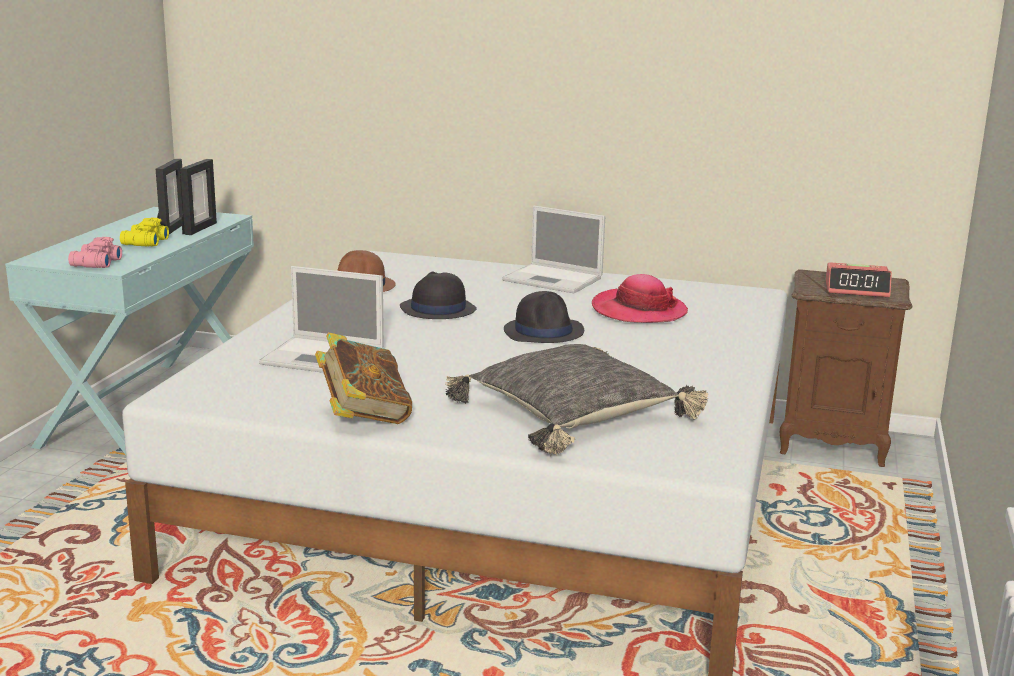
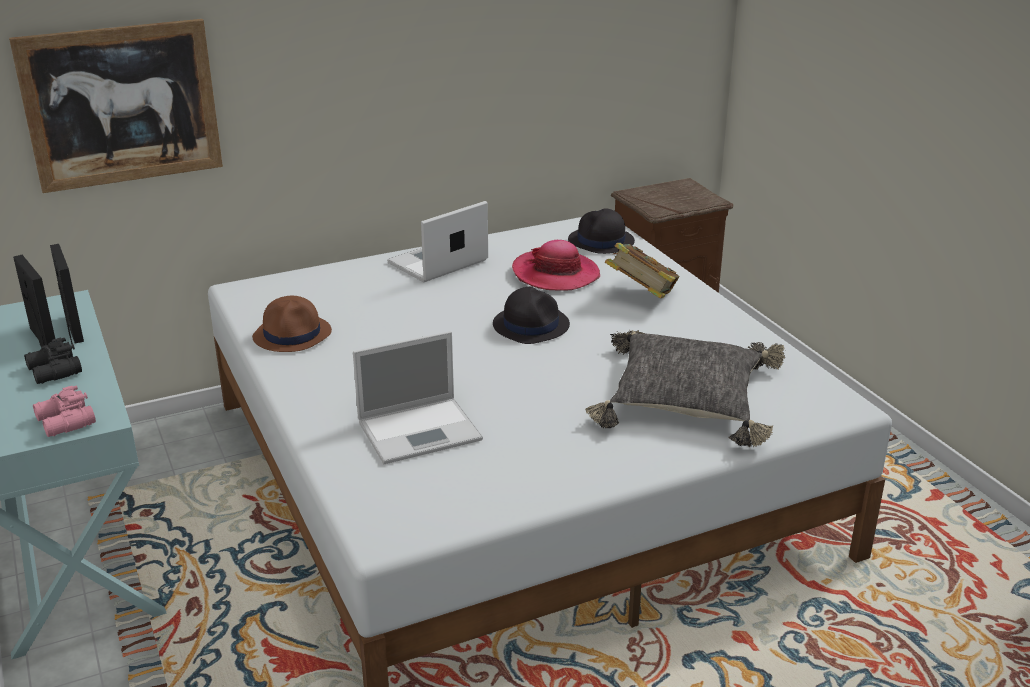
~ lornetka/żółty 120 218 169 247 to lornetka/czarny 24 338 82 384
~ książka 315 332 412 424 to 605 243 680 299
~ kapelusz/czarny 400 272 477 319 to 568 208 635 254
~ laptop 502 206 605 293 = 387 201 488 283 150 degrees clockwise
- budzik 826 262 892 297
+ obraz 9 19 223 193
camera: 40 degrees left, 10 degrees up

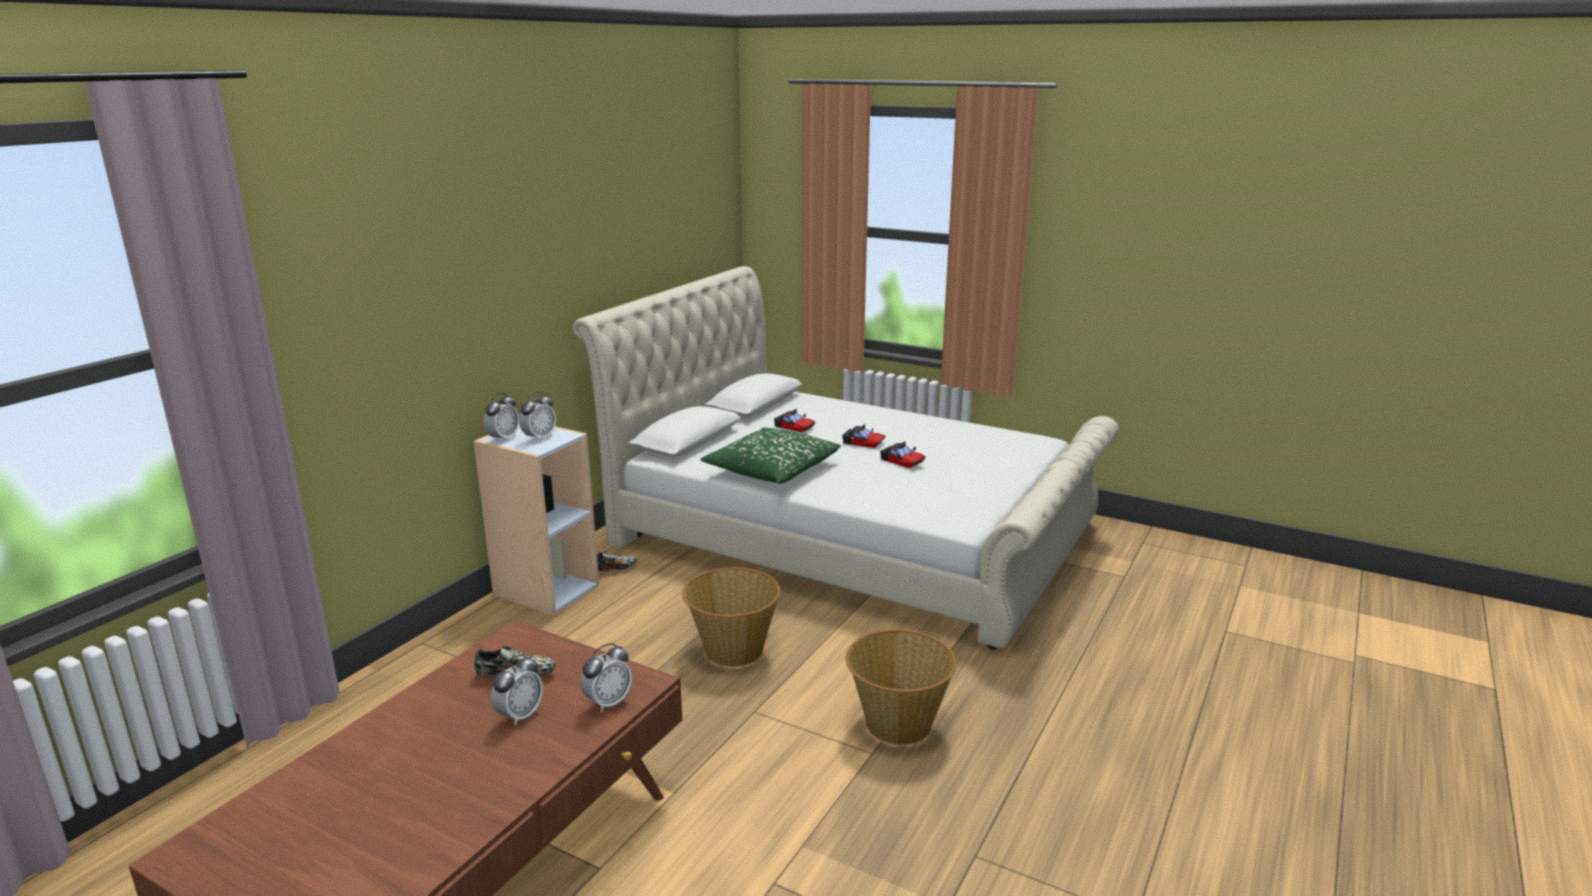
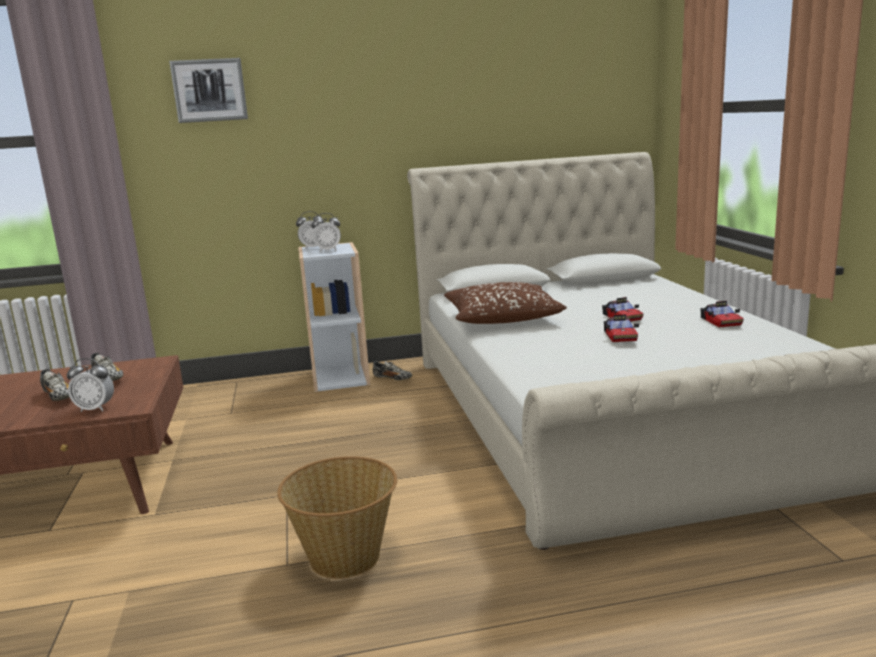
~ budzik 491 654 543 726 to but 40 369 69 401
- koszyk 682 567 780 667
~ poduszka/zielony 701 427 841 484 to poduszka/brązowy 444 282 567 324
~ samochodzik 774 409 815 433 to 700 301 744 327
+ obraz 169 58 248 123
camera: 50 degrees right, 5 degrees down

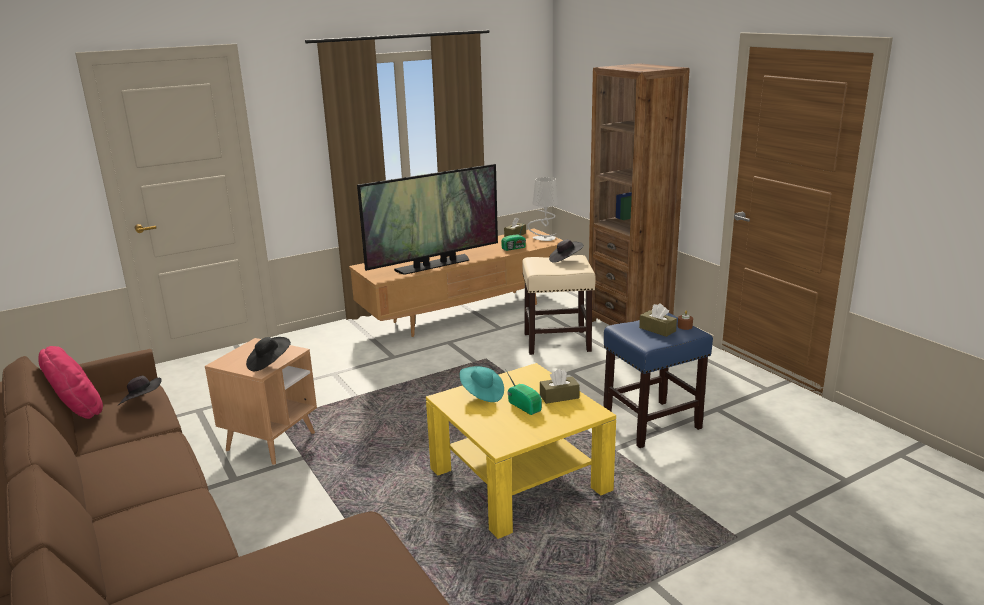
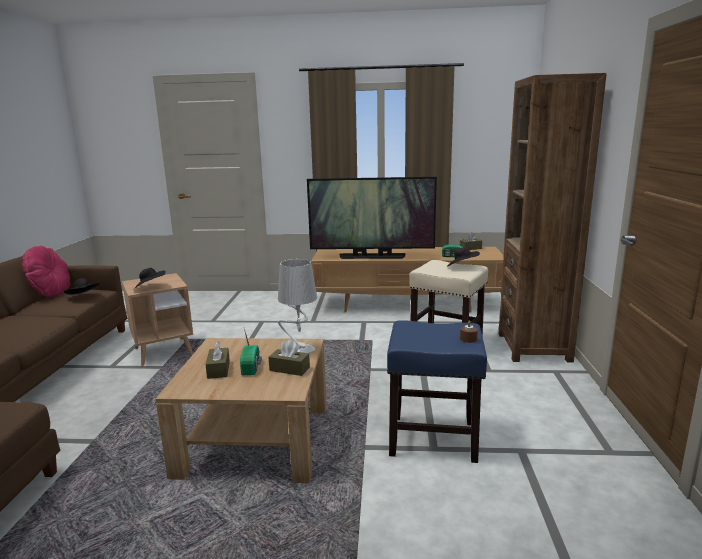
~ ława/żółty 426 363 616 539 to ława/brązowy 155 338 327 483
- kapelusz/turkusowy 460 366 504 402
~ lampa stołowa/szary 528 177 559 241 to 278 259 317 353
~ pudełko chusteczek/brązowy 639 303 677 337 to 205 341 230 379
camera: 35 degrees right, 5 degrees down

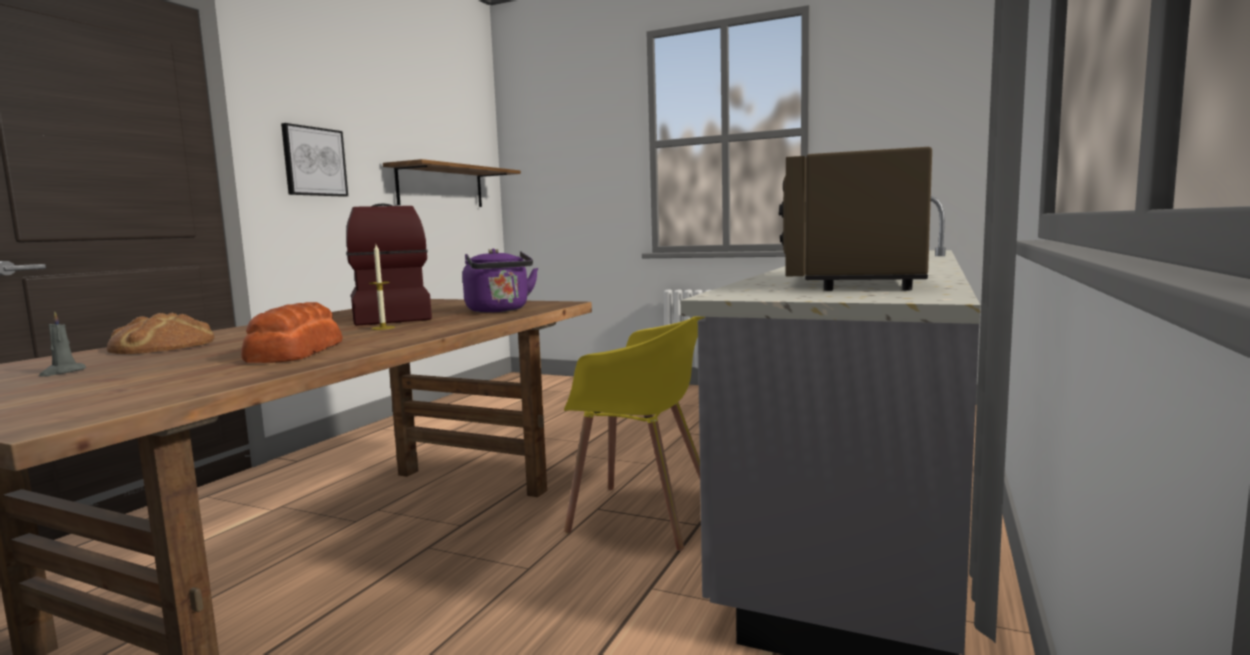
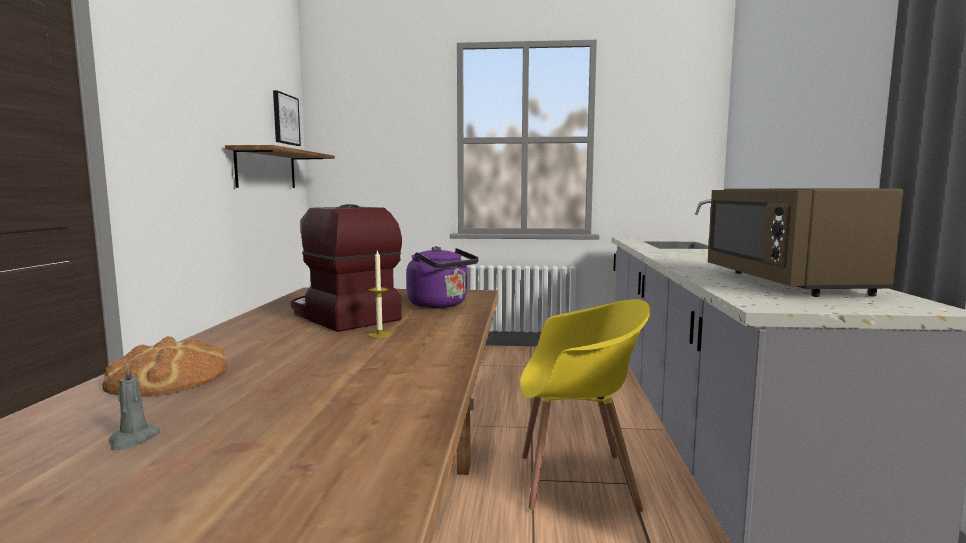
- chleb 241 302 343 363
~ obraz 281 123 348 197 to 273 90 301 146
camera: 20 degrees left, 0 degrees up

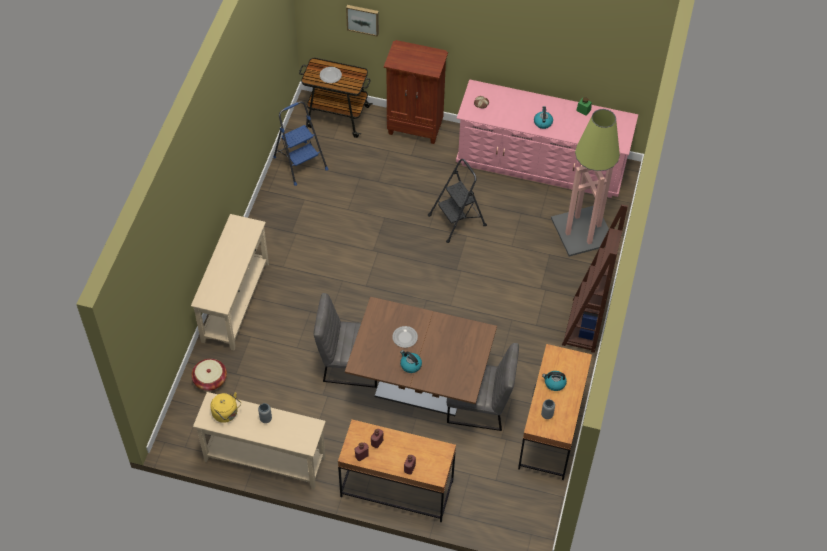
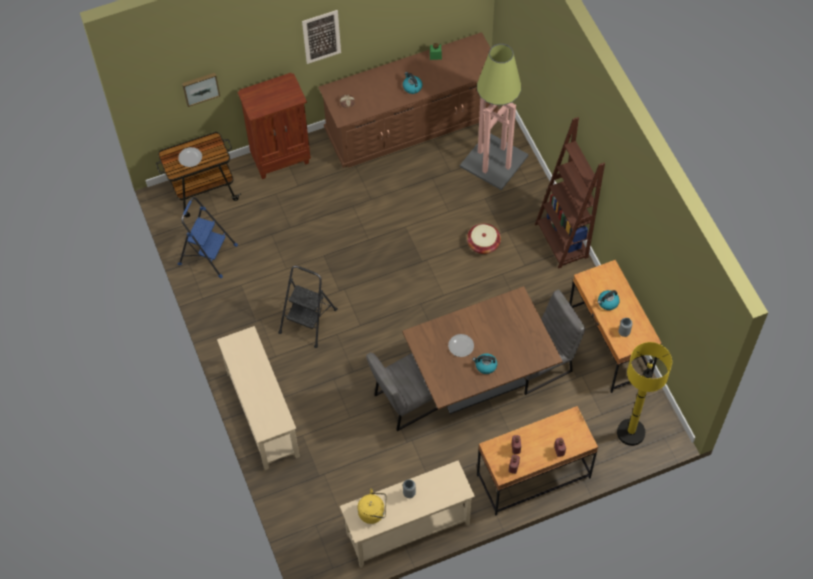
~ koszyk 191 359 227 391 to 467 223 501 254
~ drabinka/czarny 428 159 487 243 to 278 266 338 348
~ komoda/różowy 456 80 638 198 to komoda/brązowy 318 32 499 168
+ obraz 302 10 341 64
+ lampa stojąca/żółty 617 342 672 446
camera: 35 degrees left, 5 degrees up

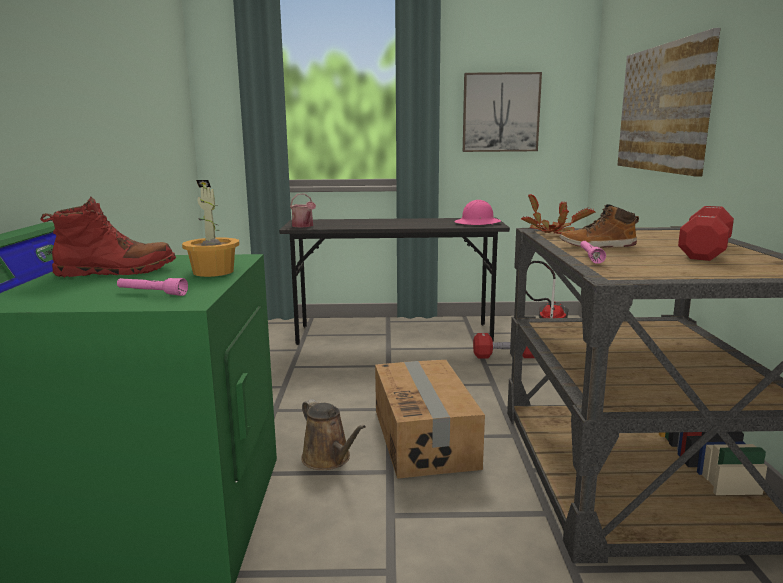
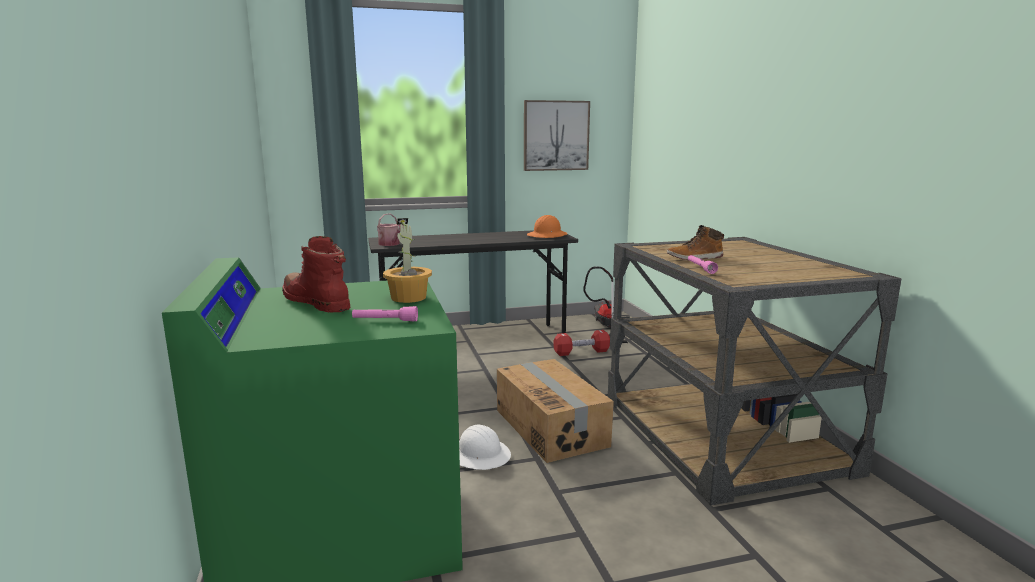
~ but z cholewką/czerwony 40 197 176 278 = 282 236 350 313 105 degrees counterclockwise
~ konewka/brązowy 301 399 366 470 to kask/biały 459 424 511 470
~ kask/różowy 454 200 501 225 to kask/pomarańczowy 527 215 567 238
- roślina doniczkowa 521 193 595 234
- obraz 617 28 720 177
- hantel/czerwony 678 206 734 261
camera: 15 degrees left, 0 degrees up

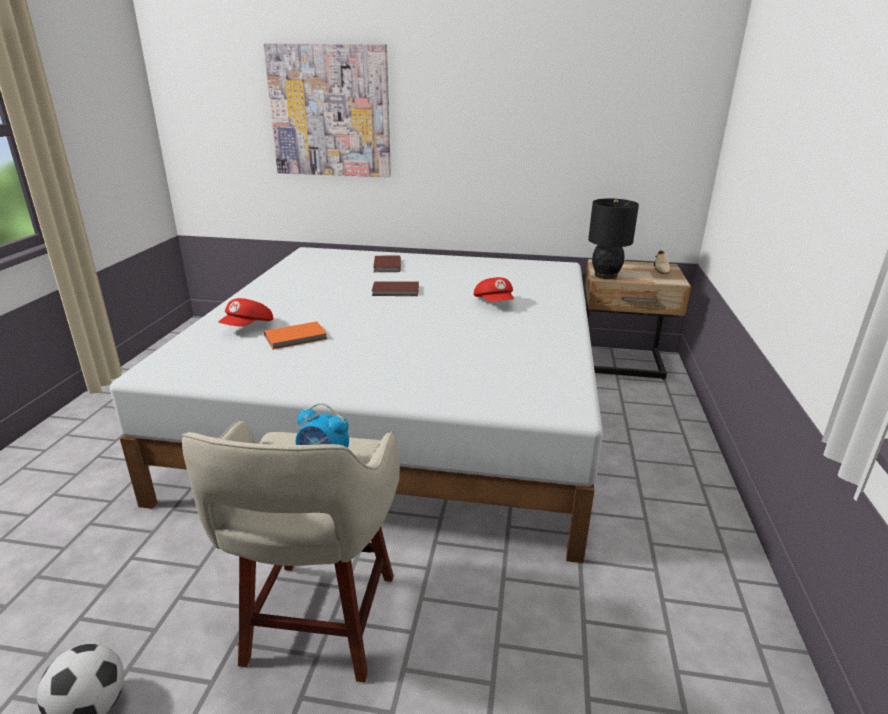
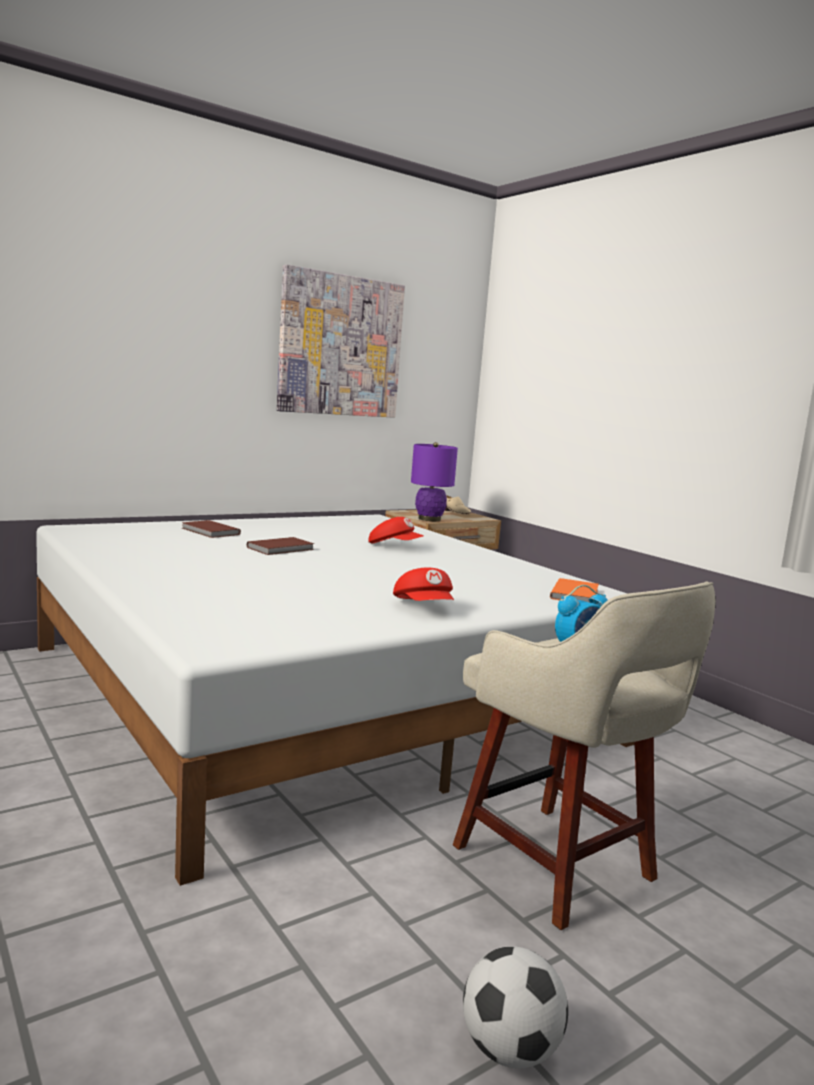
~ czapka z daszkiem/czerwony 218 298 274 327 to 393 567 454 601
~ obraz 263 43 391 177 to 277 265 405 418
~ książka/pomarańczowy 264 321 327 350 to 550 578 599 603
~ lampa stołowa/czarny 588 199 639 279 to lampa stołowa/fioletowy 411 442 458 521
camera: 45 degrees left, 15 degrees down

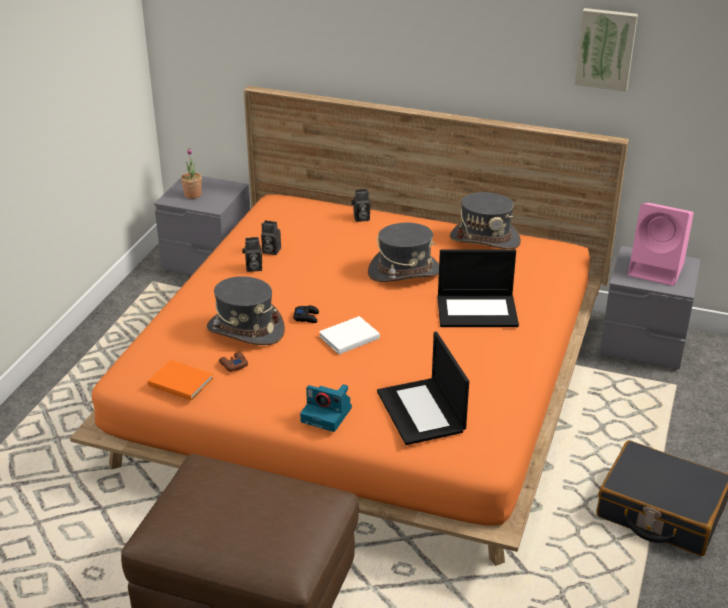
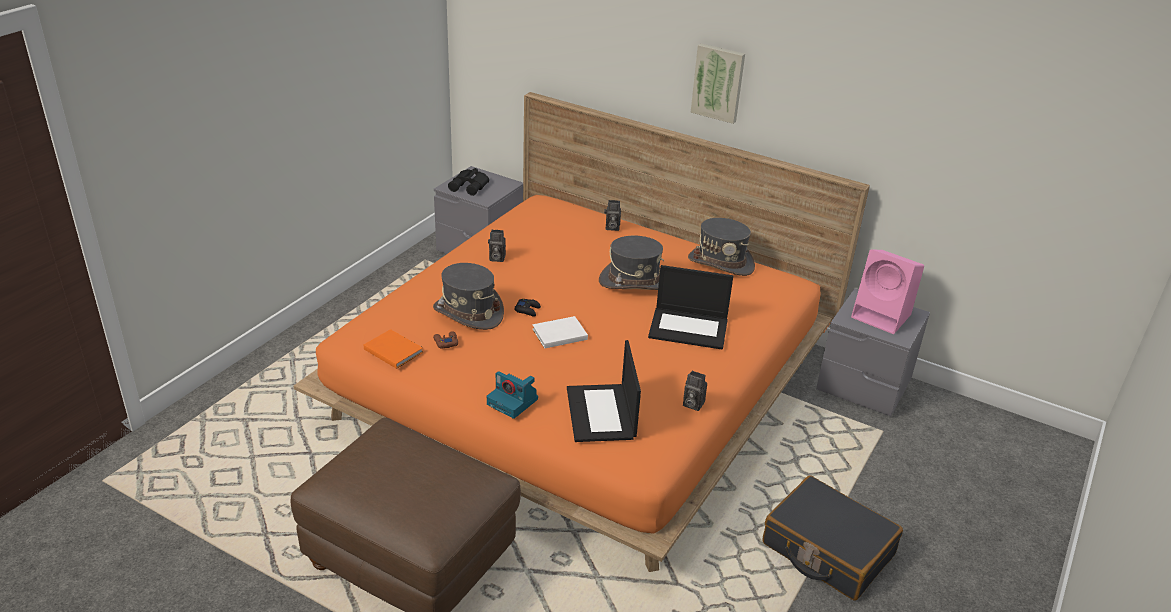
~ roślina doniczkowa 181 148 202 199 to lornetka/czarny 448 168 489 196
~ aparat fotograficzny 261 220 281 255 to 683 370 707 411
~ obraz 575 8 638 91 to 691 44 745 124
camera: 10 degrees right, 0 degrees up

